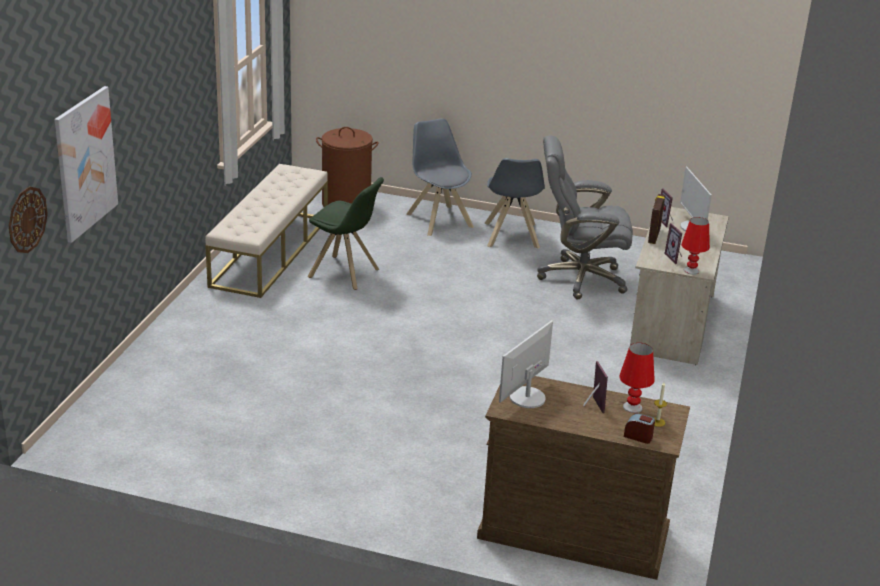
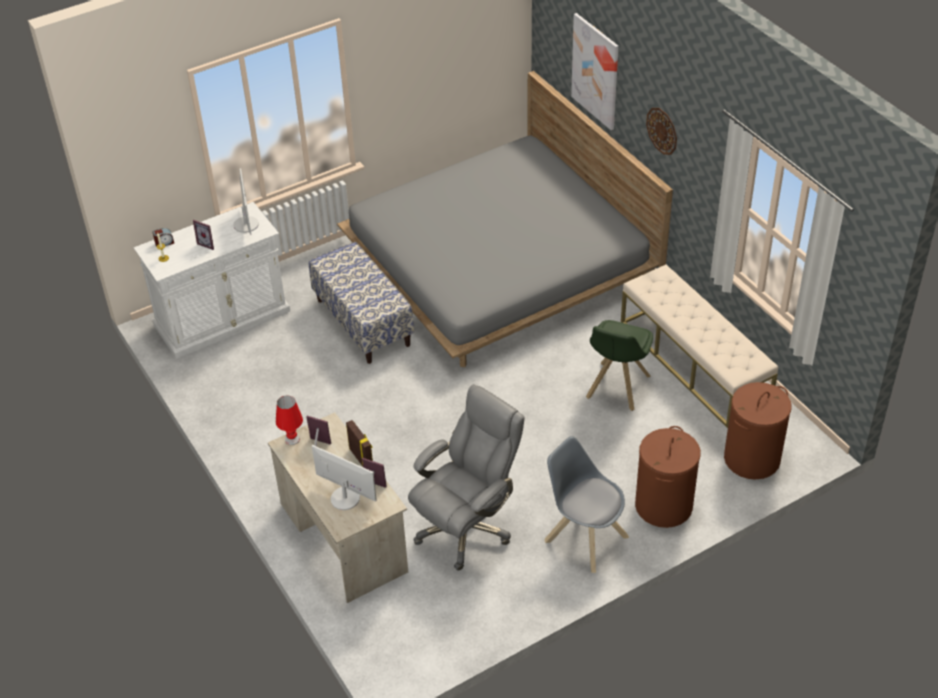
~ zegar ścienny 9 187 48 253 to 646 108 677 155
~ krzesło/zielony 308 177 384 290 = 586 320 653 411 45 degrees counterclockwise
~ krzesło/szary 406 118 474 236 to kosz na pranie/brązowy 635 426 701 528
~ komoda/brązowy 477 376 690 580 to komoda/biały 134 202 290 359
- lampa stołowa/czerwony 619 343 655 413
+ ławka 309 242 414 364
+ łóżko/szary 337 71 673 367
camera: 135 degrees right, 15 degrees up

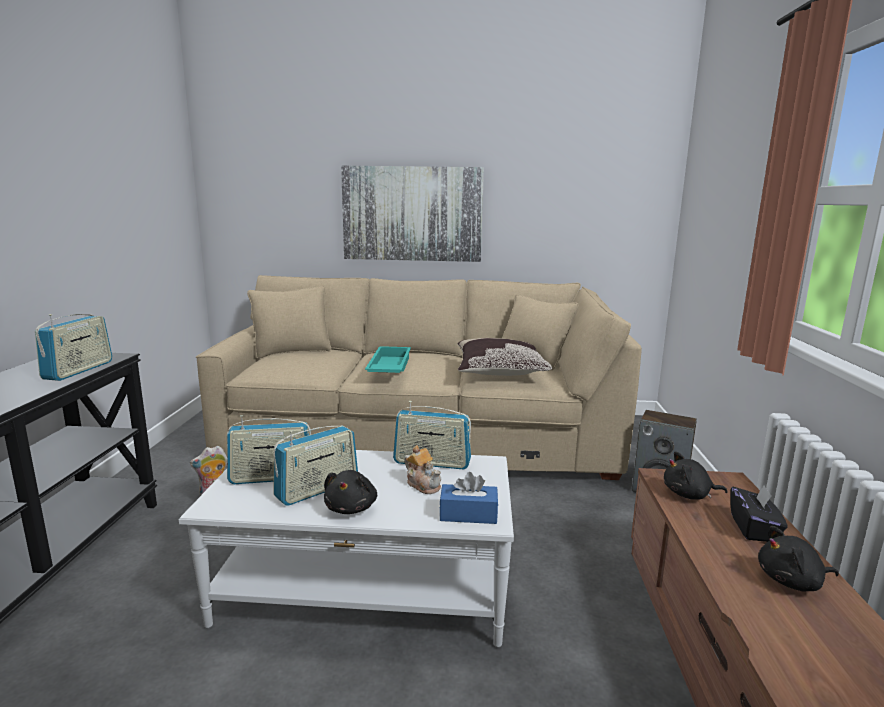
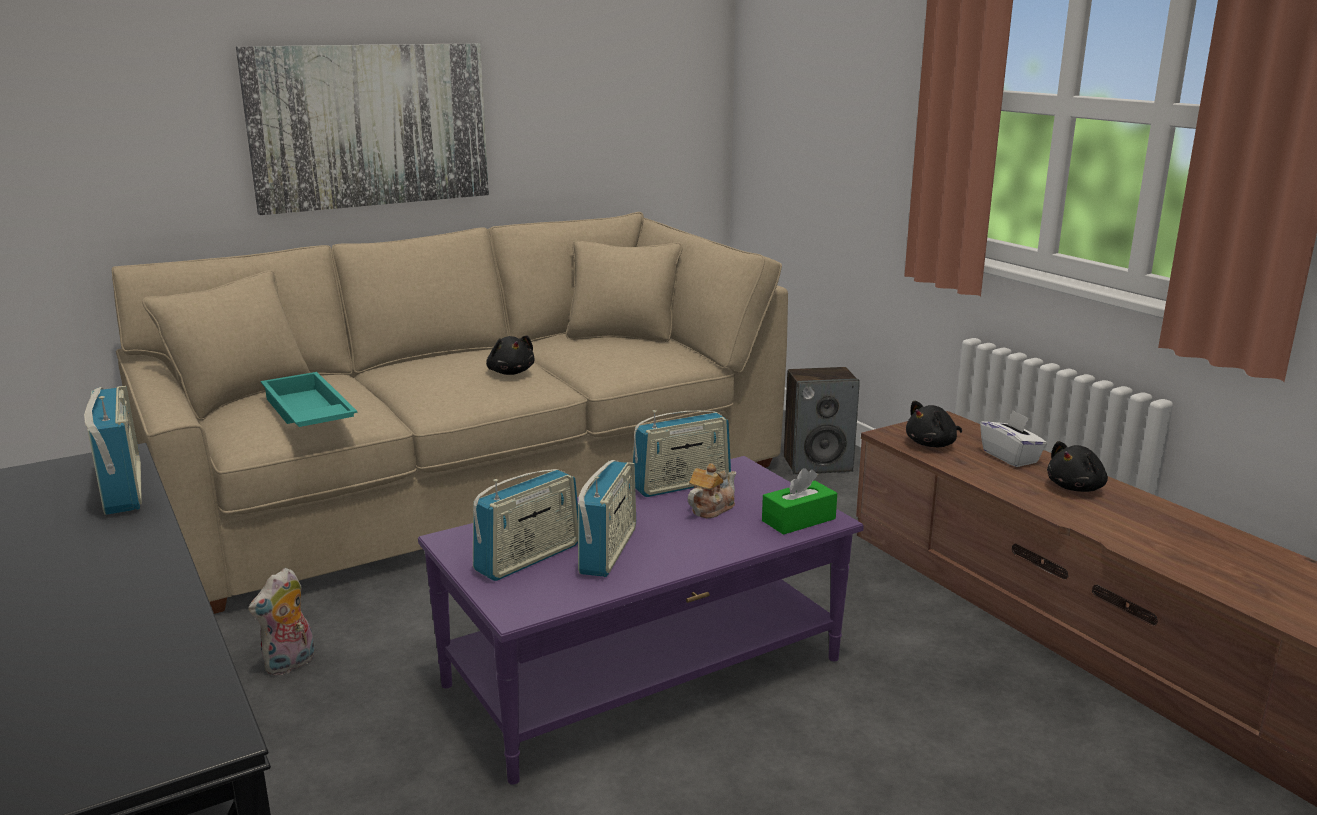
~ ława/biały 179 450 514 648 to ława/fioletowy 418 456 864 786
~ pluszak/czarny 324 470 377 514 to 486 335 535 375
~ taca/turkusowy 365 346 411 373 to 261 372 357 427
~ imbryk 404 445 441 494 = 688 463 736 518 60 degrees counterclockwise
~ pudełko chusteczek/niebieski 439 472 498 524 to pudełko chusteczek/zielony 762 468 837 535
- poduszka 457 338 552 376
~ pudełko chusteczek/czarny 730 484 788 542 to pudełko chusteczek/biały 980 410 1047 467
camera: 35 degrees left, 5 degrees up

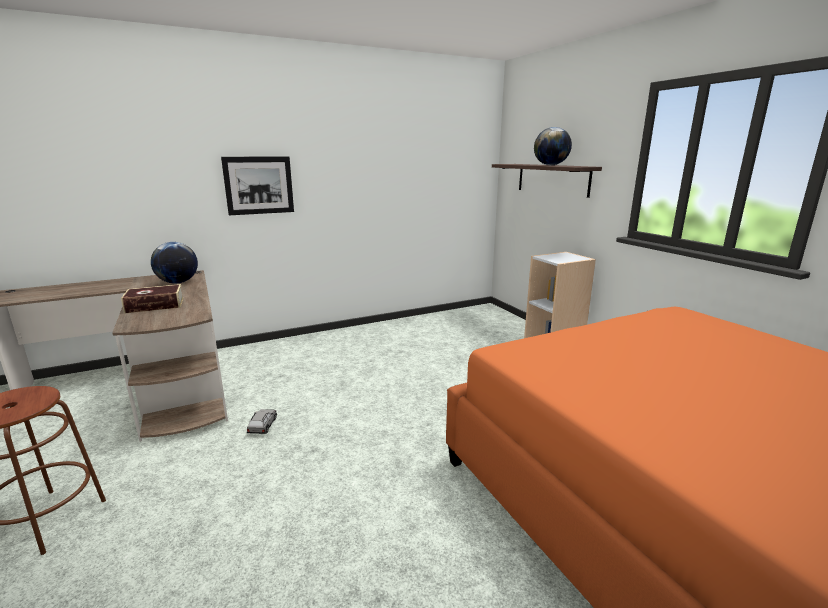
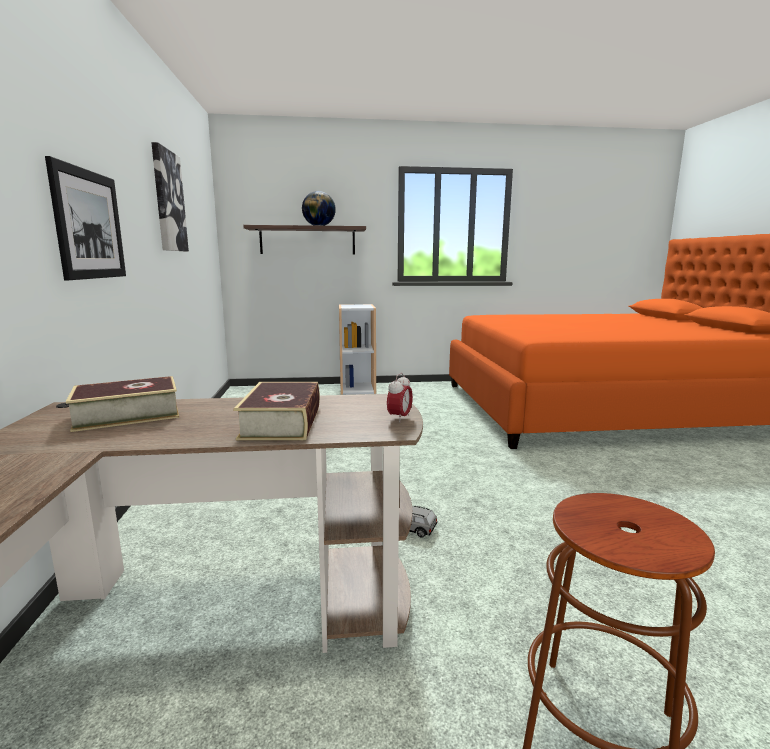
~ globus 151 242 198 284 to książka 66 376 180 432
+ obraz 151 142 189 251
+ budzik 387 373 413 422
camera: 70 degrees left, 5 degrees down

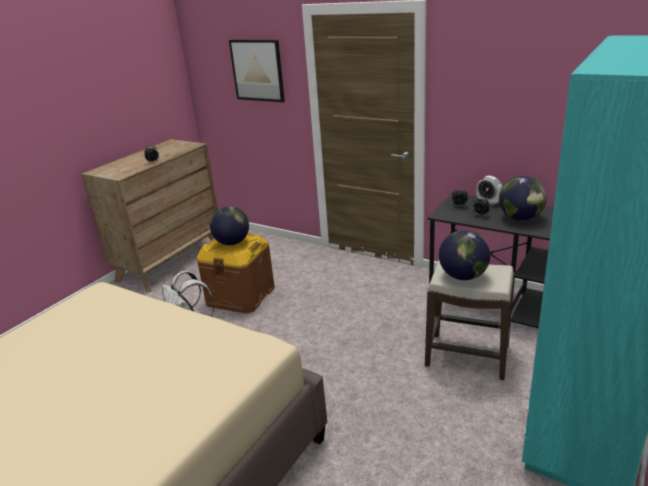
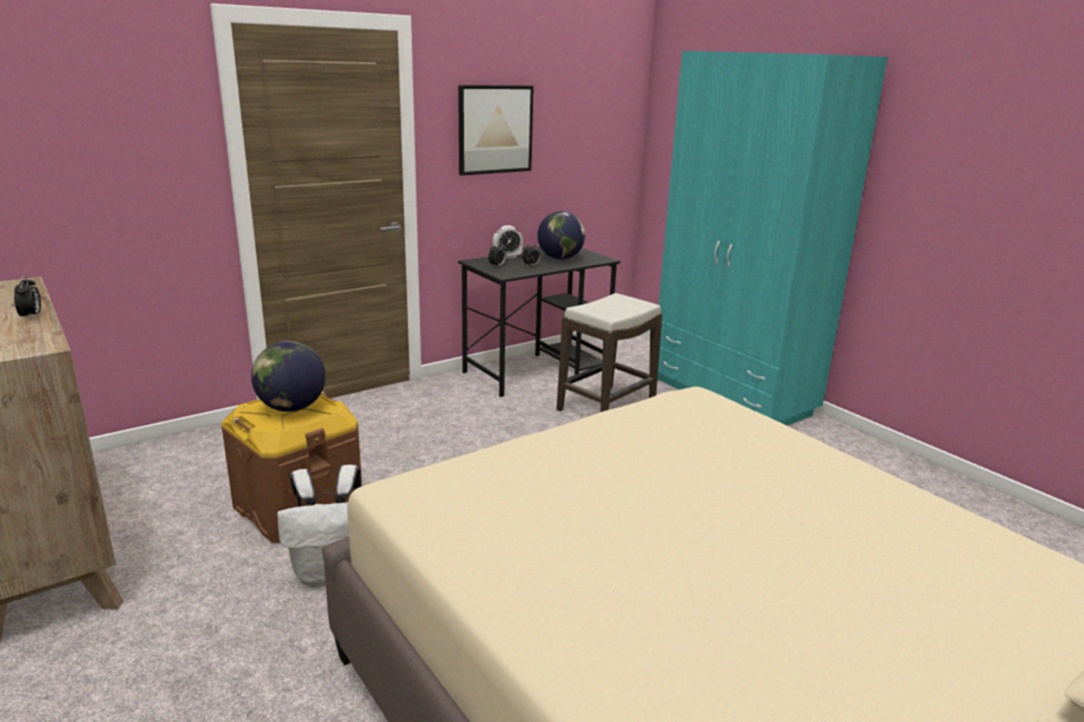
~ obraz 229 40 285 102 to 458 85 534 176
- globus 439 230 491 280
camera: 70 degrees left, 5 degrees down

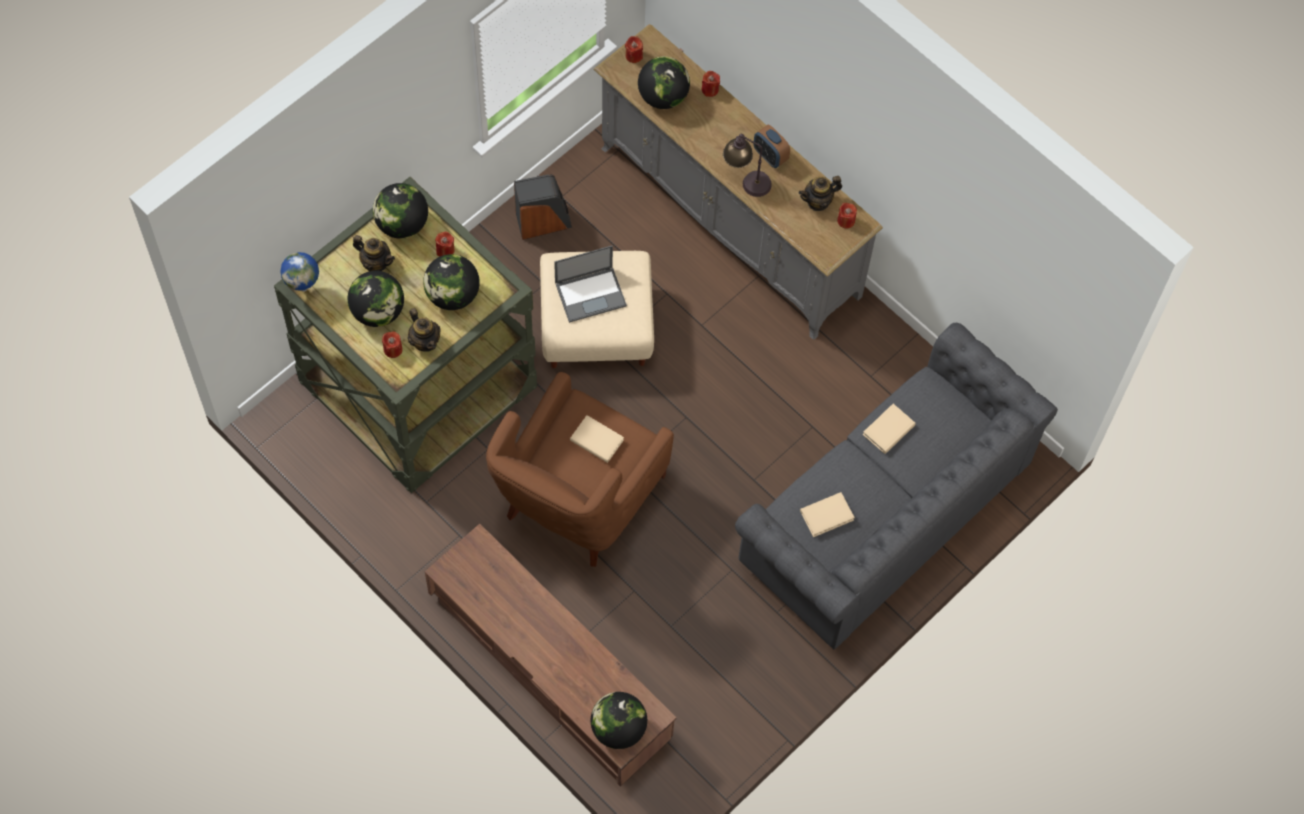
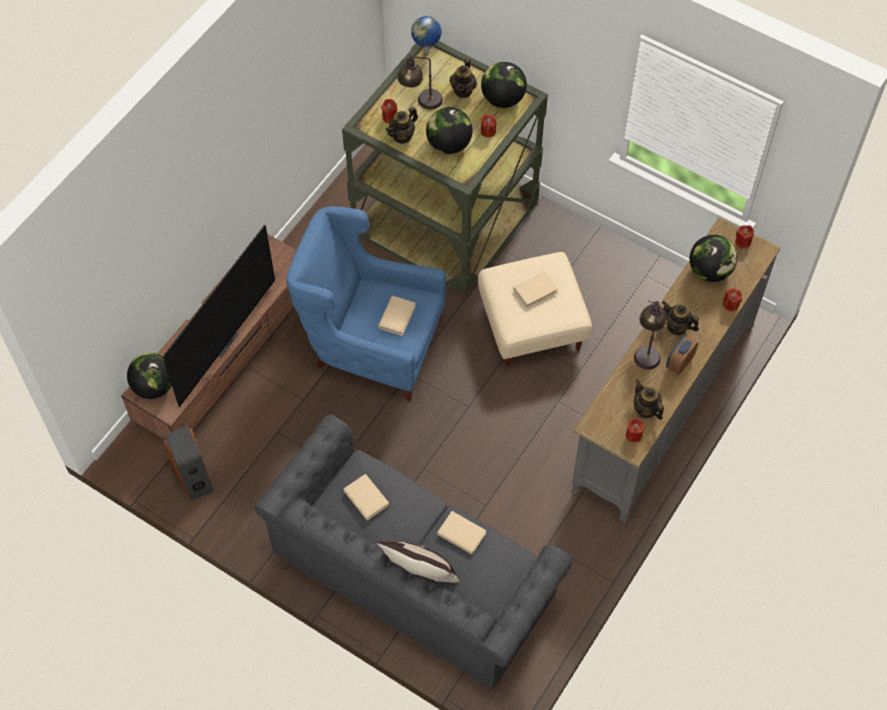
~ globus 348 271 404 327 to lampa stołowa 397 54 443 110
~ fotel/brązowy 486 372 674 567 to fotel/niebieski 286 206 446 402
~ głośnik 514 174 572 240 to 163 425 213 501
~ laptop 554 245 627 323 to książka/beżowy 513 271 558 308
+ telewizor 163 225 275 407
+ poduszka 377 542 460 583
+ imbryk 662 301 699 335
camera: 80 degrees right, 5 degrees down

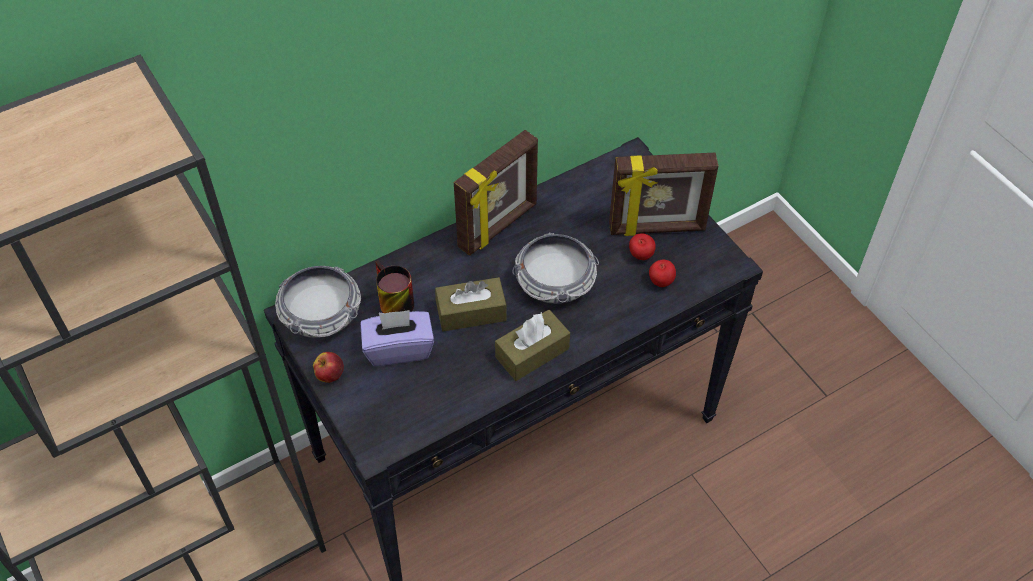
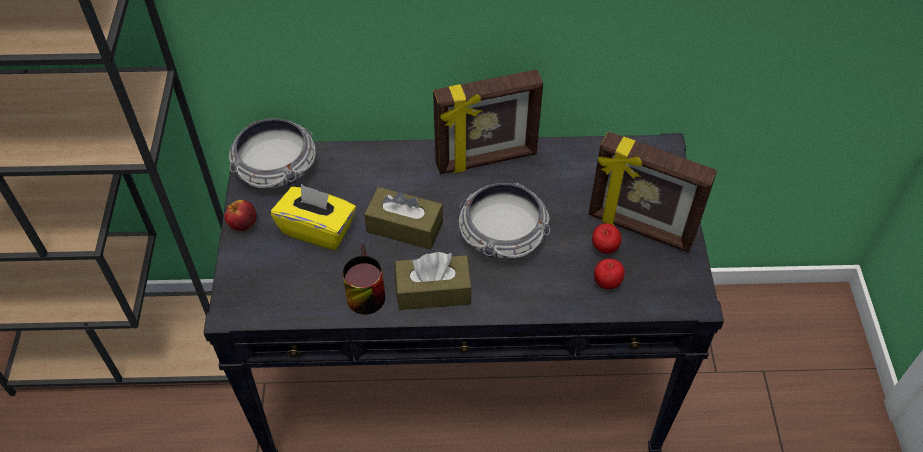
~ pudełko chusteczek/fioletowy 360 310 434 366 to pudełko chusteczek/żółty 271 184 356 250
~ kubek 375 260 414 313 to 342 244 385 315
camera: 30 degrees right, 0 degrees up

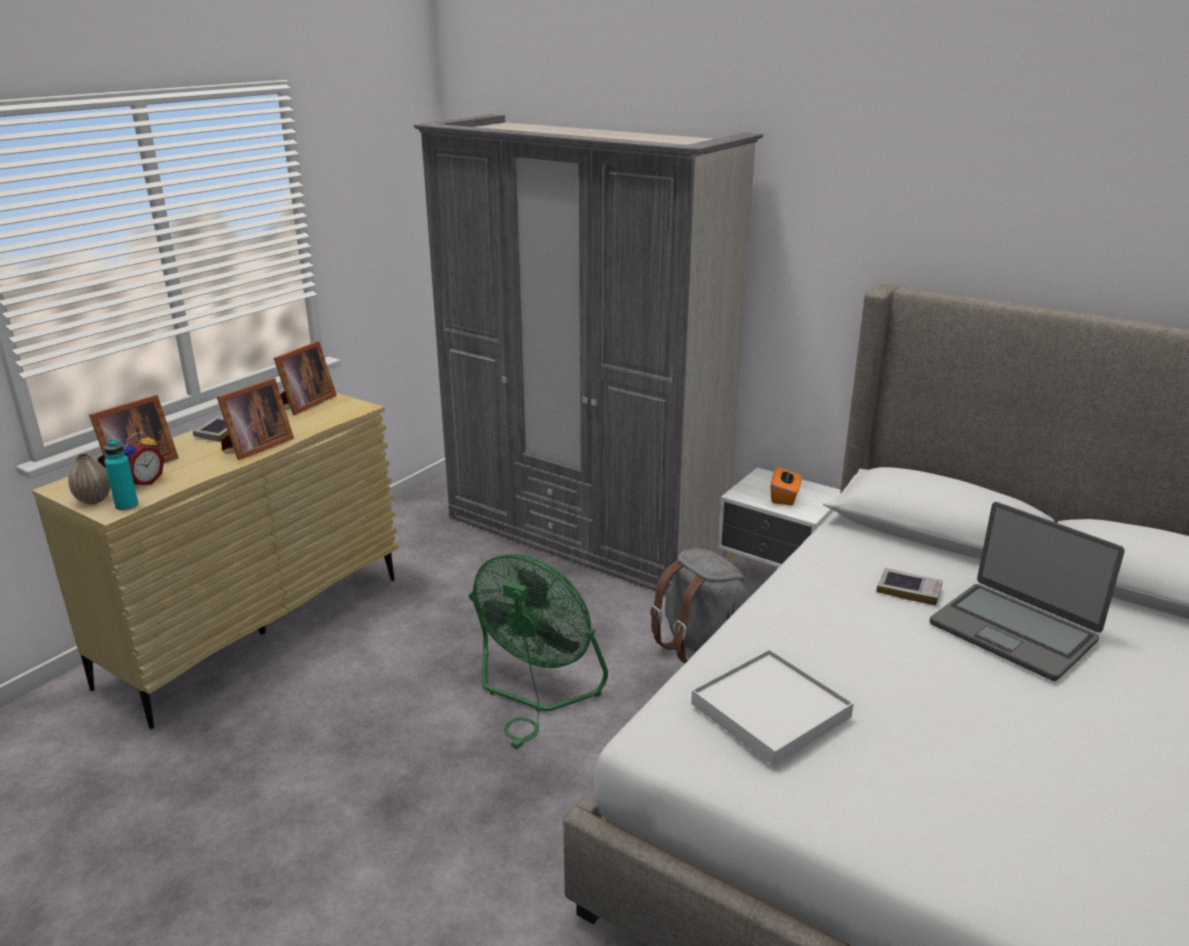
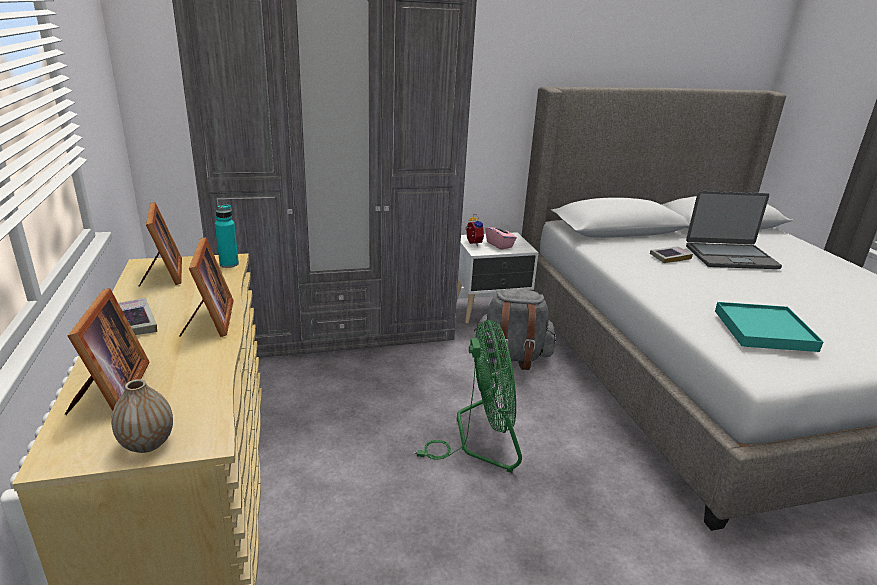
~ butelka/turkusowy 104 439 138 511 to 215 204 239 268
~ budzik 123 432 164 488 to 465 214 484 246
~ wentylator/zielony 468 554 608 749 = 414 319 522 473 105 degrees clockwise
~ taca/biały 691 649 854 766 to taca/turkusowy 715 302 823 352
~ pudełko chusteczek/pomarańczowy 771 467 802 506 to pudełko chusteczek/różowy 485 222 517 250
camera: 50 degrees left, 0 degrees up

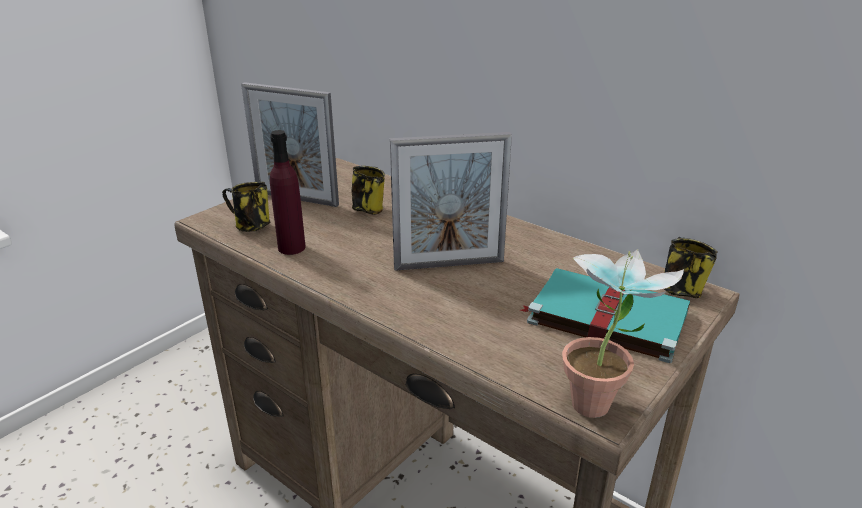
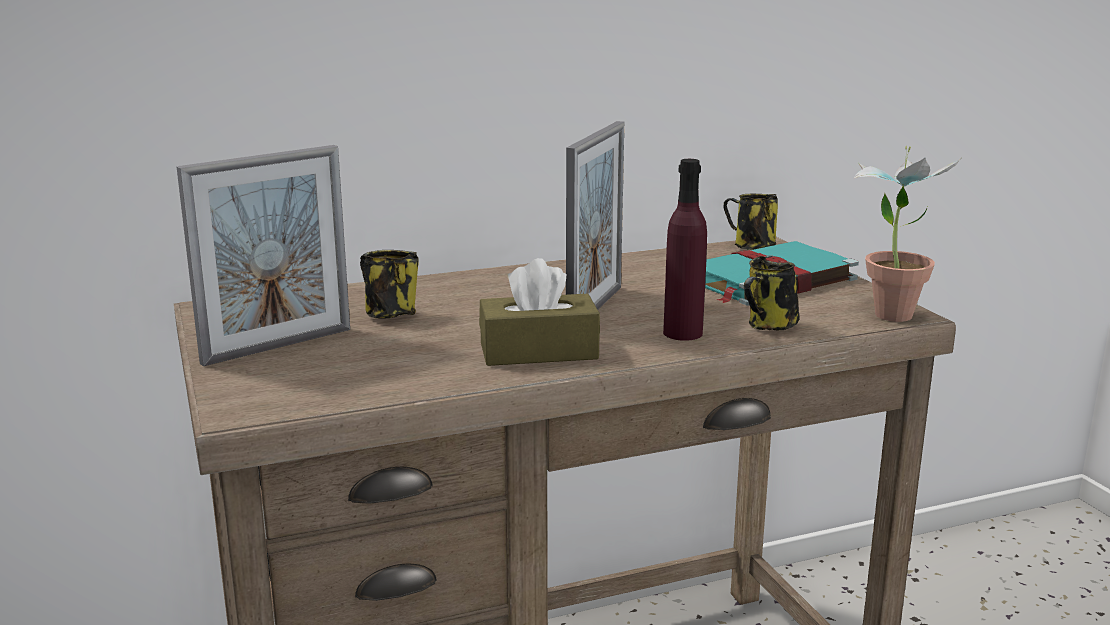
~ kubek 222 182 271 232 to 744 256 800 330
~ butelka/fioletowy 270 130 306 255 to 663 159 707 341
+ pudełko chusteczek/brązowy 479 258 600 366
camera: 60 degrees left, 10 degrees down

